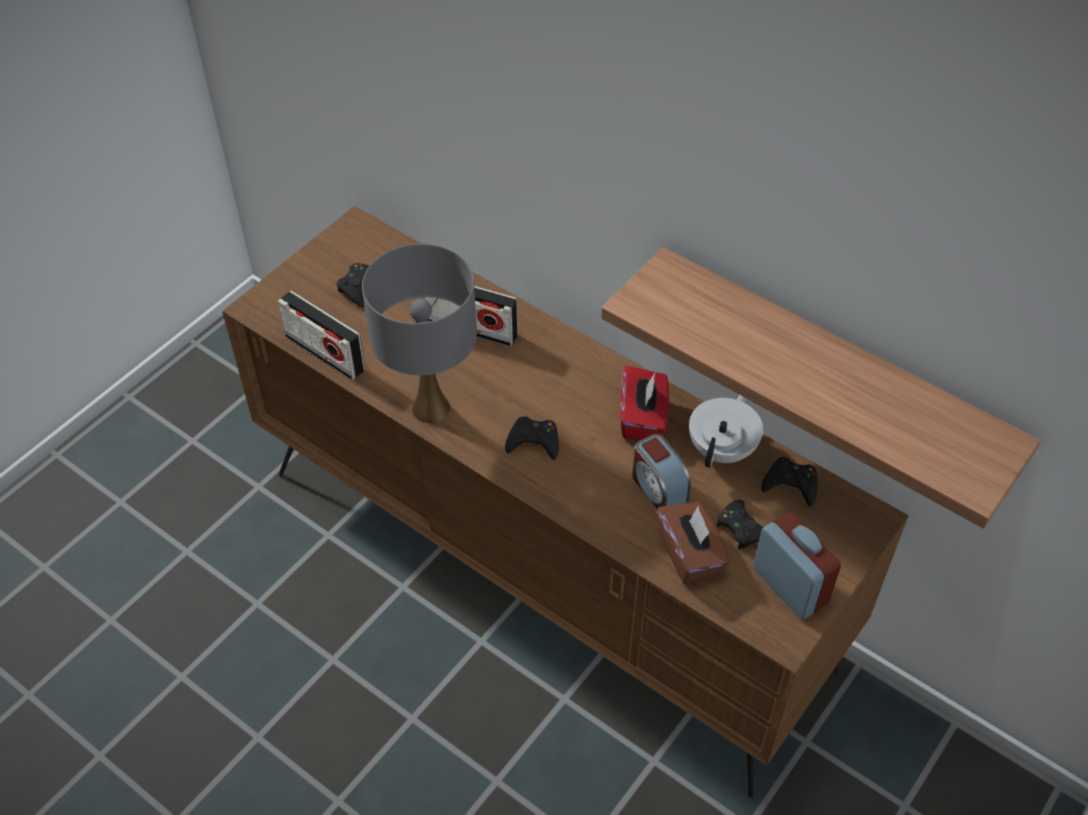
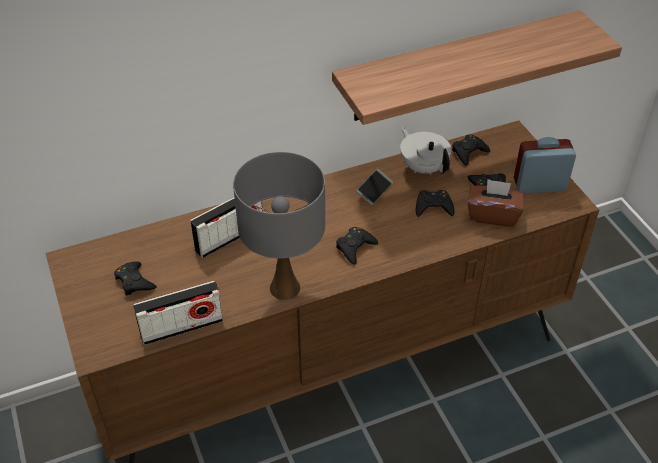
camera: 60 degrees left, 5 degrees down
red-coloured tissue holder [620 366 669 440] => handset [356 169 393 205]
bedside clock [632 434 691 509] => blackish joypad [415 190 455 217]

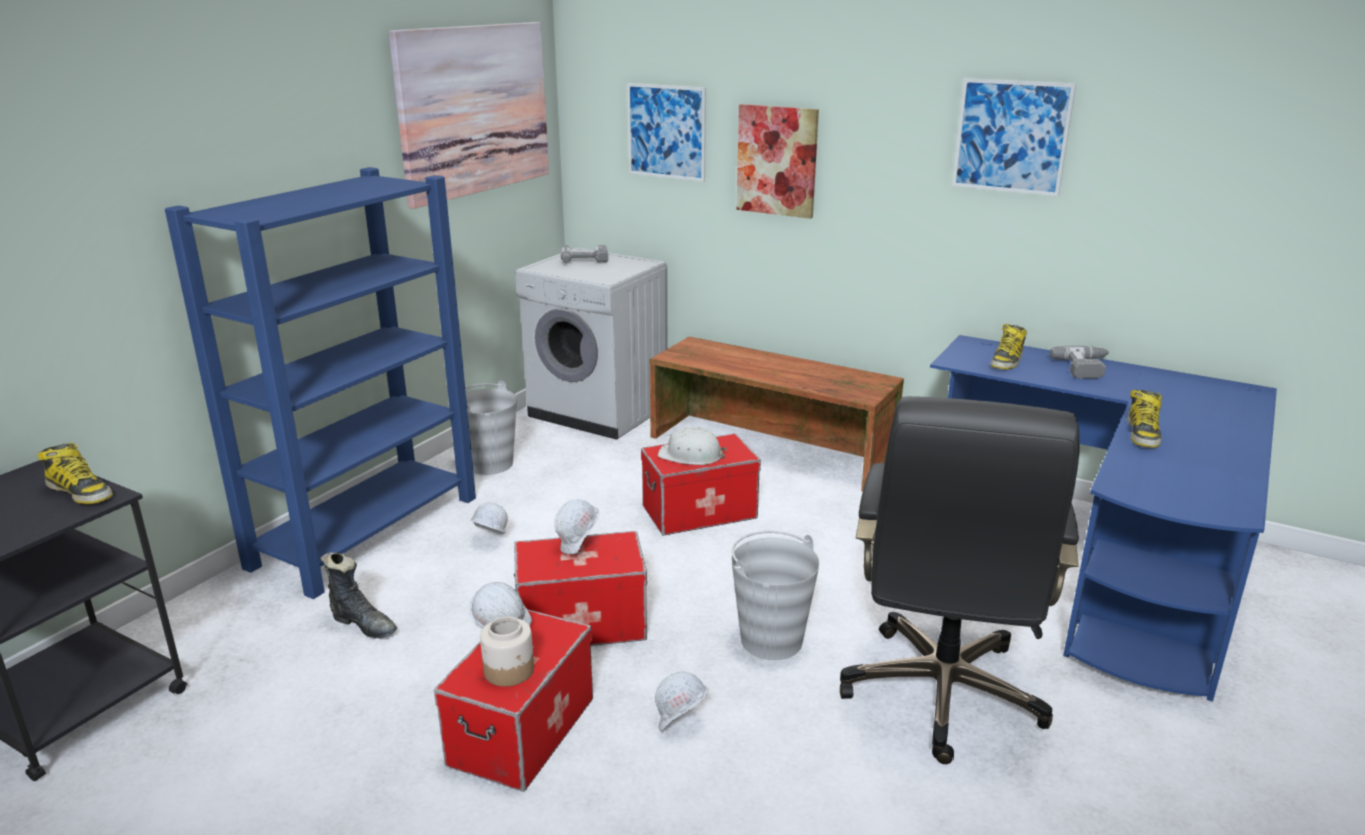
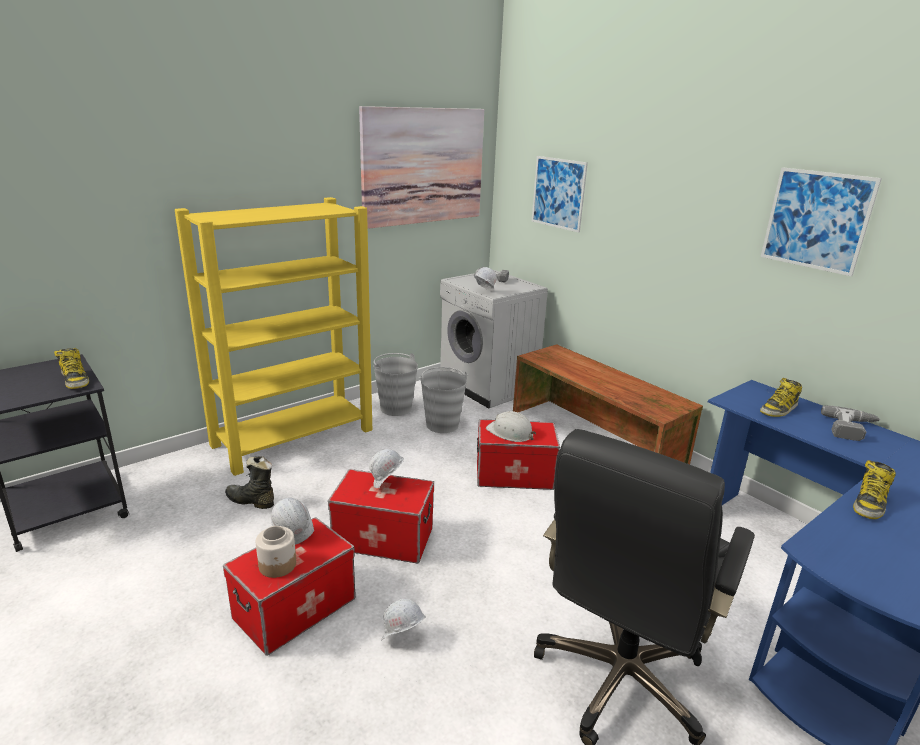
camera: 20 degrees right, 0 degrees up
wall art [737 104 819 219] => nothing
whitish work helmet [470 502 508 535] => whitish work helmet [474 267 497 292], moved
greyish pail [731 531 820 660] => greyish pail [418 367 468 433], moved
bluish bookcase [165 167 476 599] => yellow bookcase [175 197 372 476]
blackish tall boot [321 552 397 638] => blackish tall boot [225 456 274 509], 150 degrees clockwise

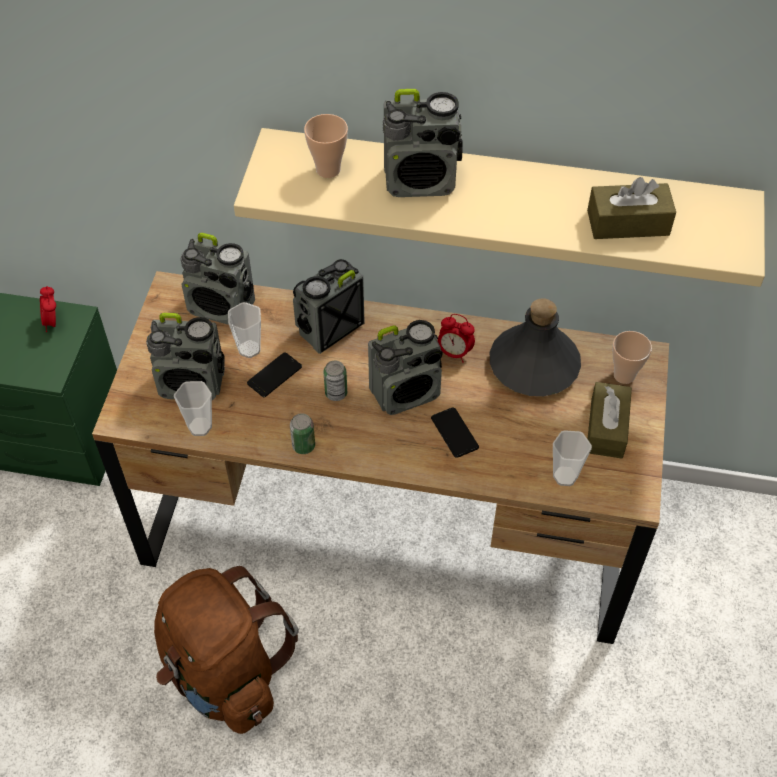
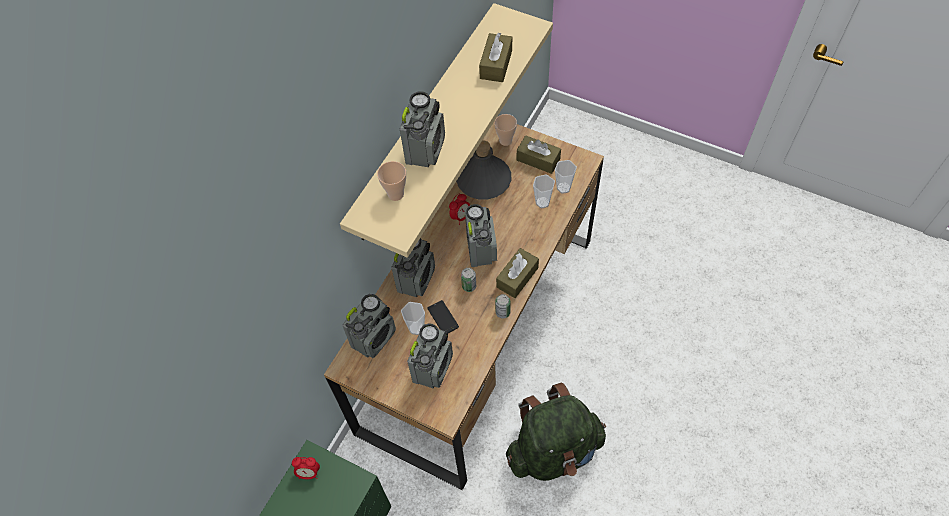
camera: 70 degrees left, 5 degrees up
handset [431 407 479 458] => nothing
nothing => brownish tissue holder [496 248 539 298]
small cup [174 381 212 436] => small cup [533 174 555 208], moved
brownish rucksack [154 566 299 734] => greenish rucksack [506 382 606 481]
radio receiver [293 259 364 354] => radio receiver [391 238 435 297], 135 degrees counterclockwise

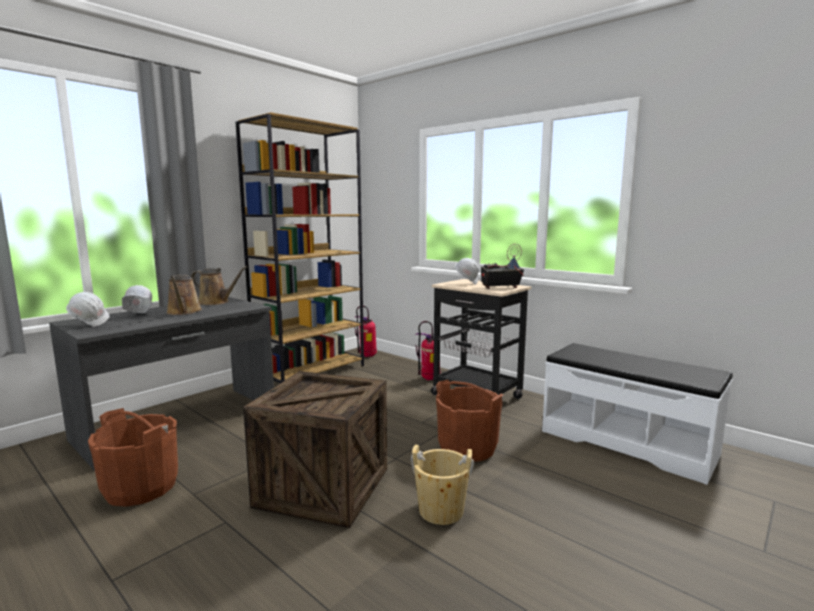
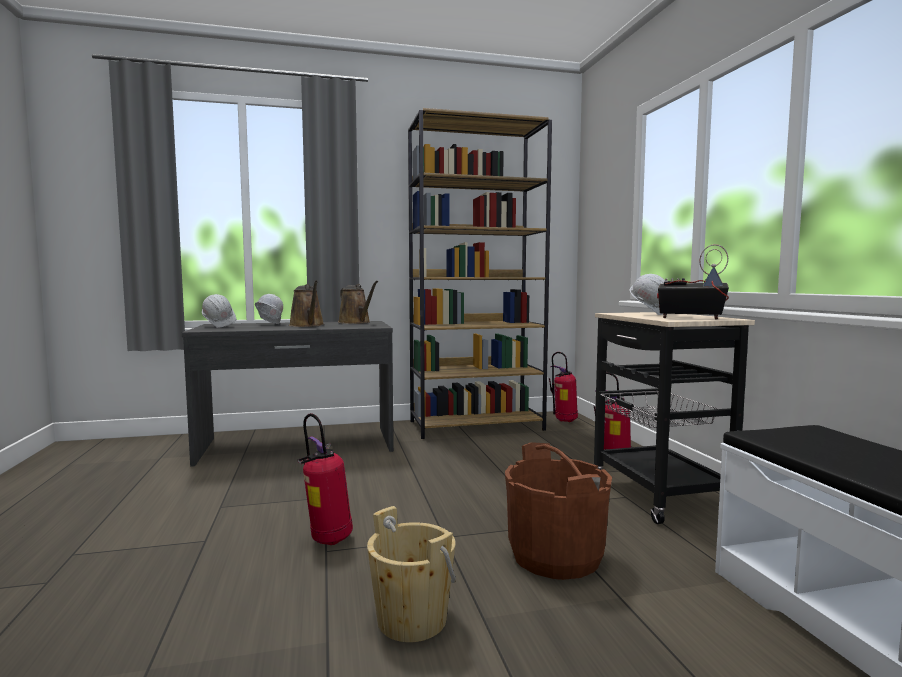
camera: 35 degrees right, 5 degrees down
brownish pail [88 408 178 507] => nothing
packing crate [243 371 387 528] => fire-fighting cylinder [298 413 353 545]
brownish watering can [166 274 202 315] => brownish watering can [289 281 324 327], 45 degrees counterclockwise

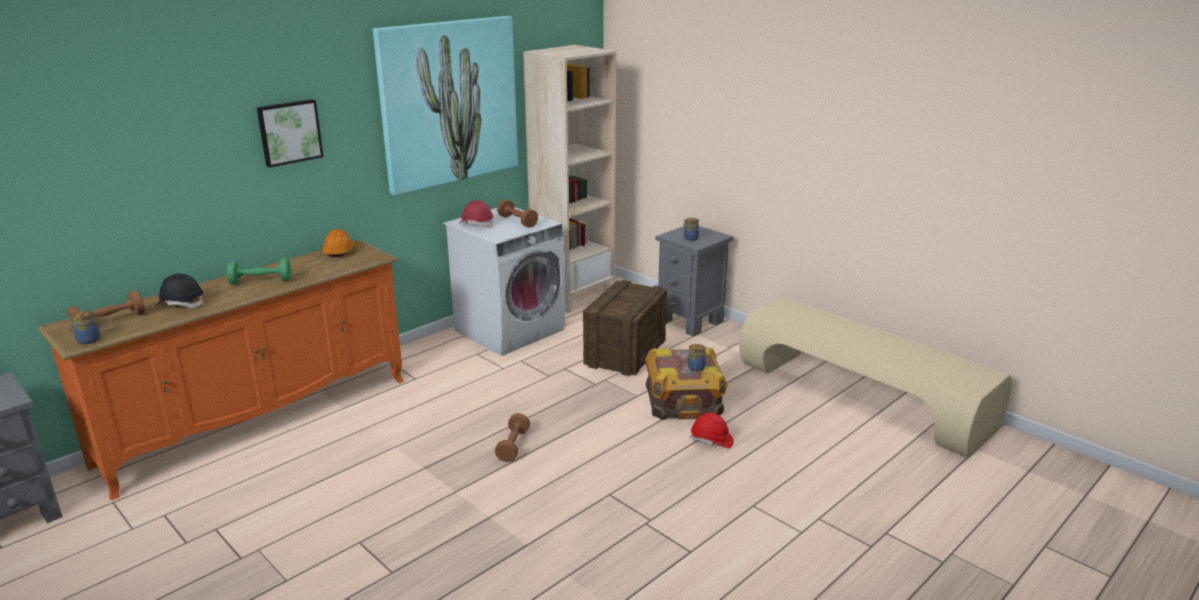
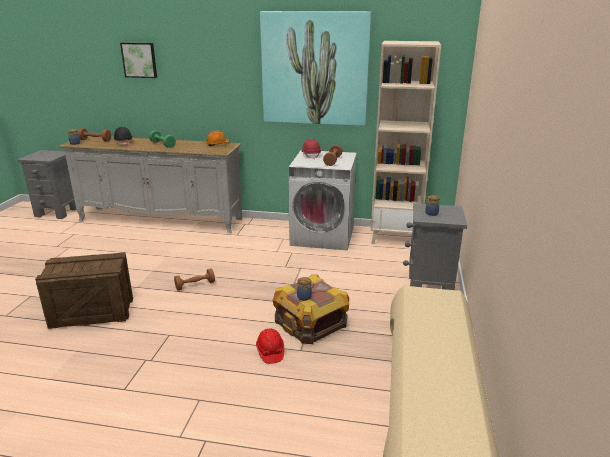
camera: 55 degrees right, 0 degrees up
wall art [257 99 324 168] => wall art [120 43 157 78], moved
packing crate [583 280 667 376] => packing crate [35 252 133 329], moved
orange-coloured cabinet [38 240 404 500] => greyish cabinet [58 136 242 234]

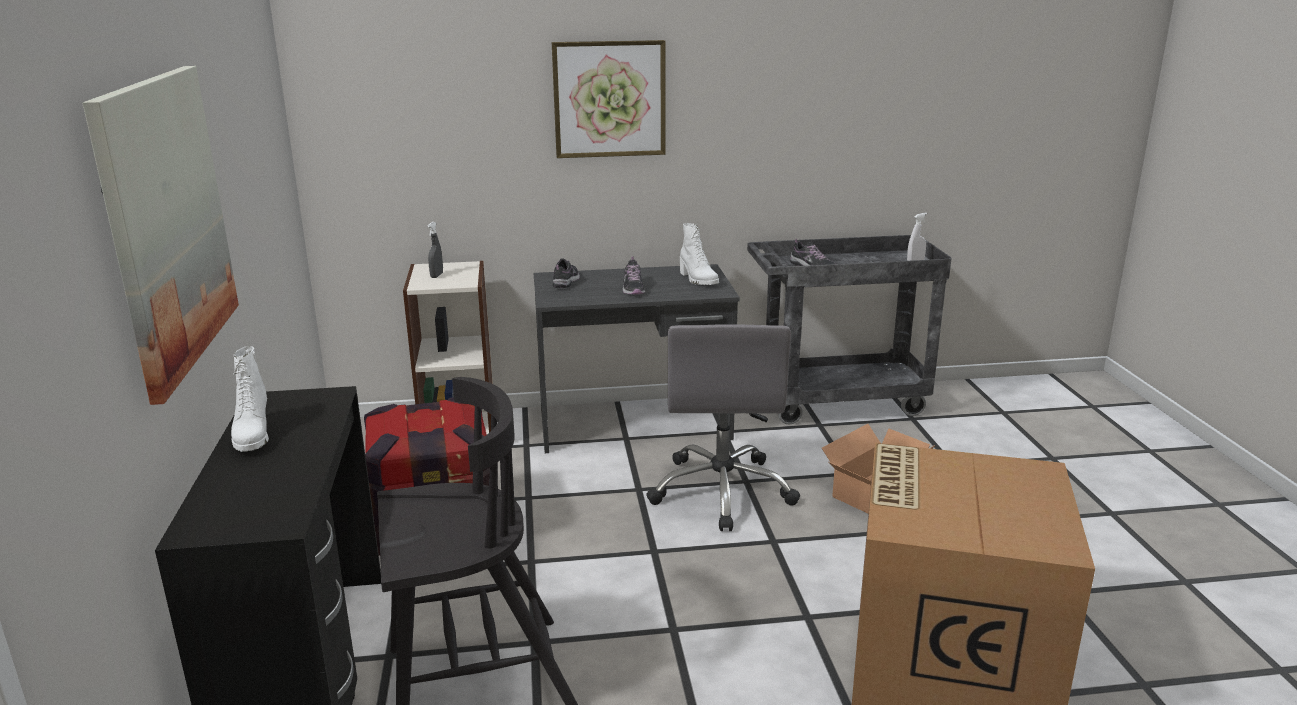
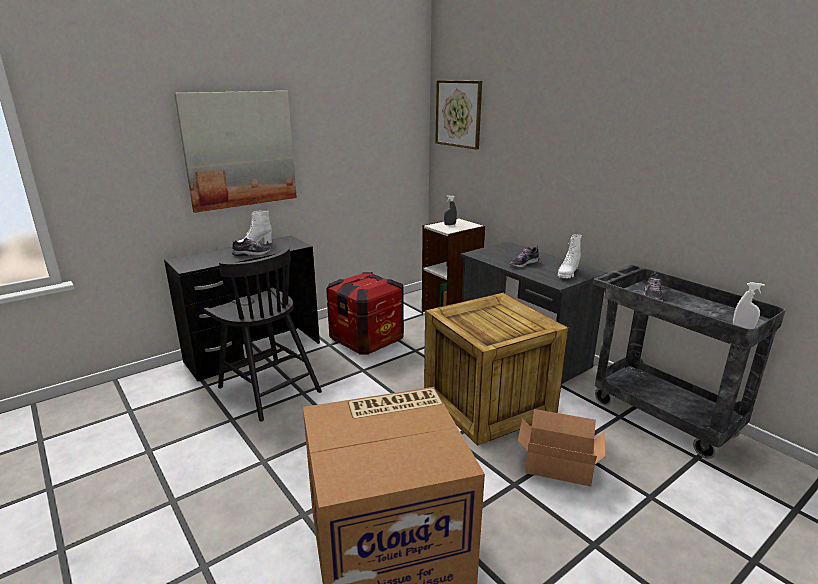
camera: 60 degrees right, 0 degrees up
wall art [552 40 665 158] => wall art [435 80 482 150], moved
shoe [553 258 580 288] => shoe [232 237 271 256], moved
greyish office chair [646 324 800 531] => packing crate [424 293 568 446]

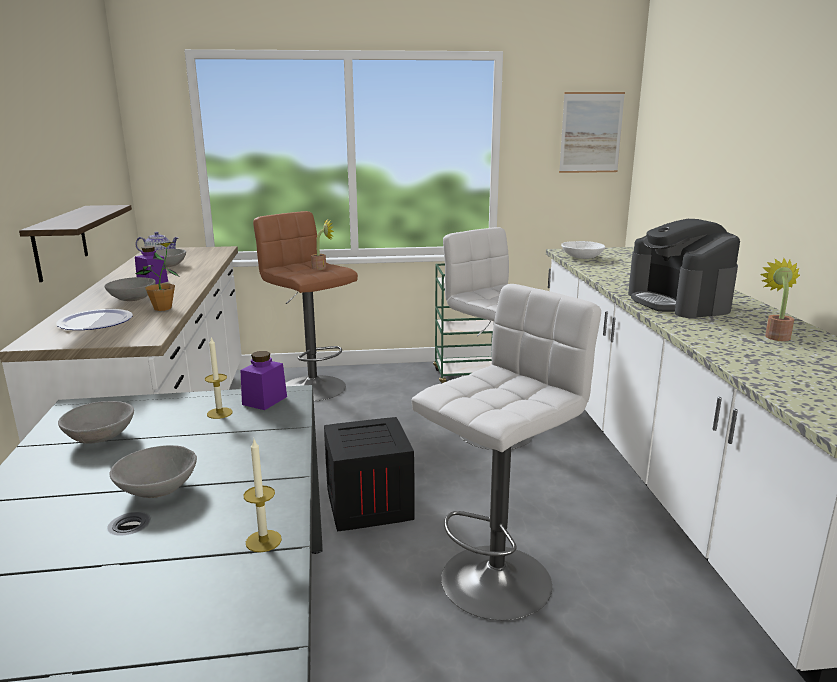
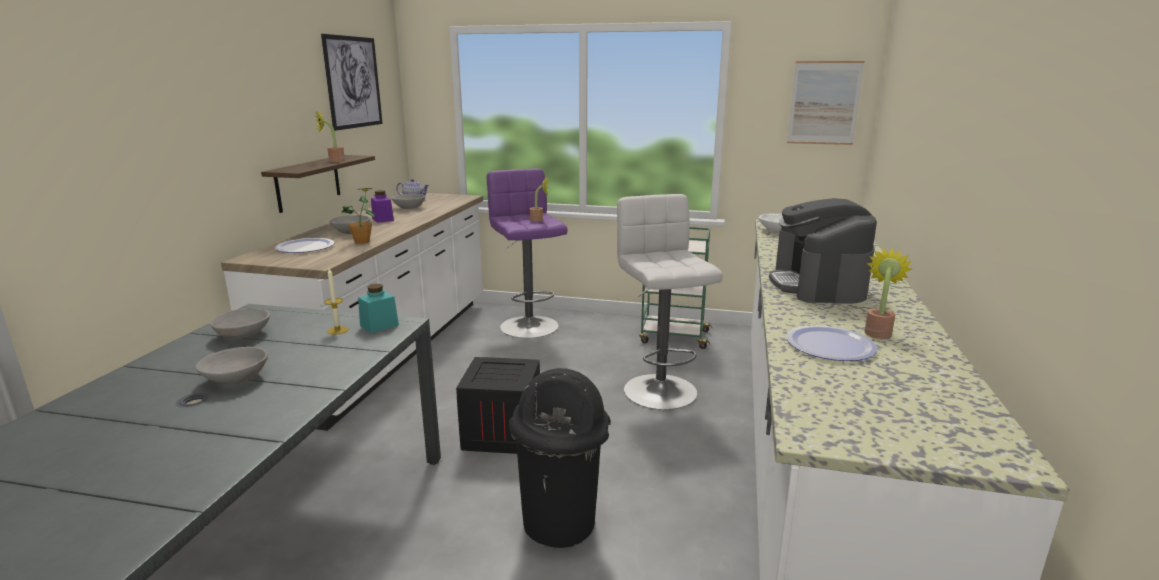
camera: 20 degrees right, 0 degrees up
candle [244 439 282 552] => nothing
nothing => plant in a pot [315 109 345 162]
nothing => wall art [321 34 383 131]
nothing => plate [786 325 878 361]
whitish sitting stool [411 284 601 620] => blackish trash can [509 368 611 548]
purplish jar [240 351 287 410] => turquoise jar [358 284 399 333]
brownish sitting stool [253 211 358 401] => purplish sitting stool [487 168 568 338]

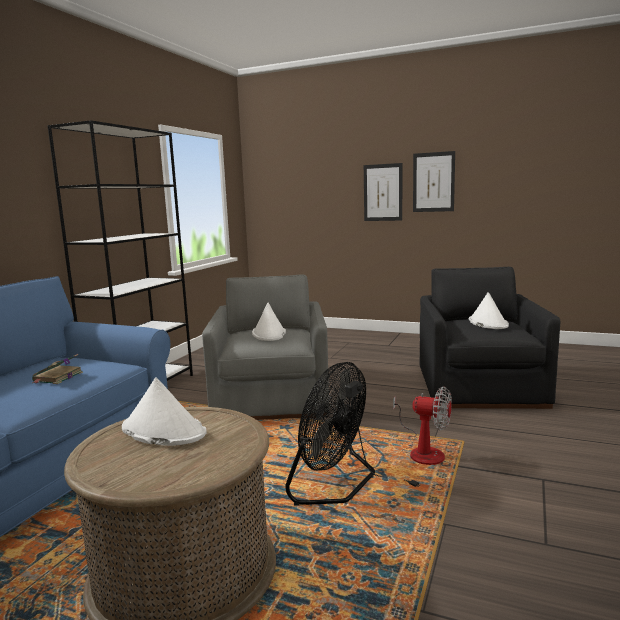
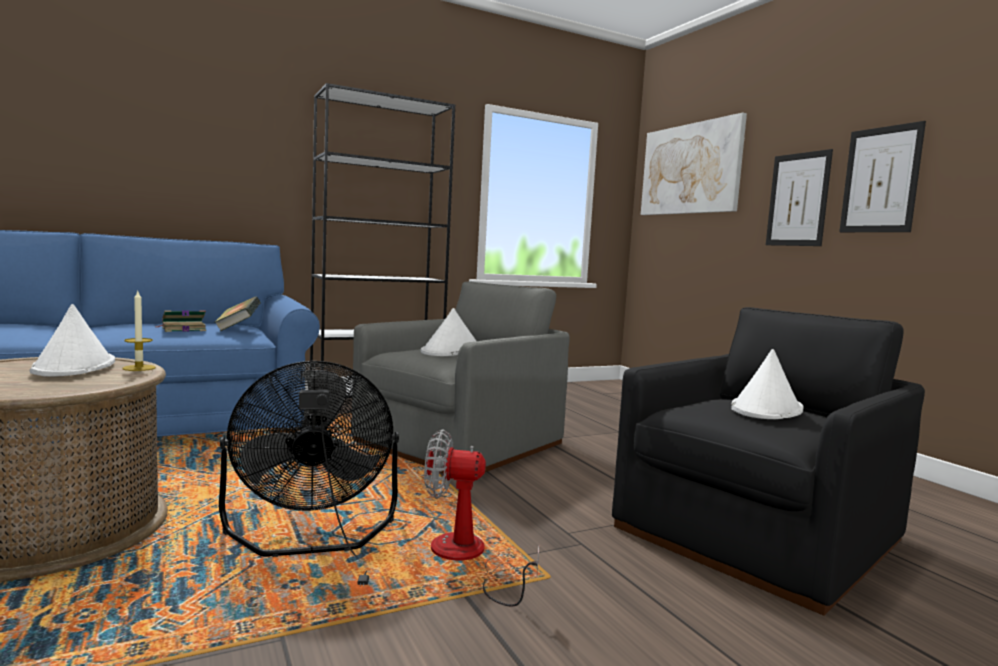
camera: 40 degrees right, 5 degrees down
nothing => candle [123 291 156 371]
nothing => bound book [214 297 261 331]
nothing => wall art [641 112 747 215]
fan [393 386 452 465] => fan [424 429 539 607], 120 degrees clockwise

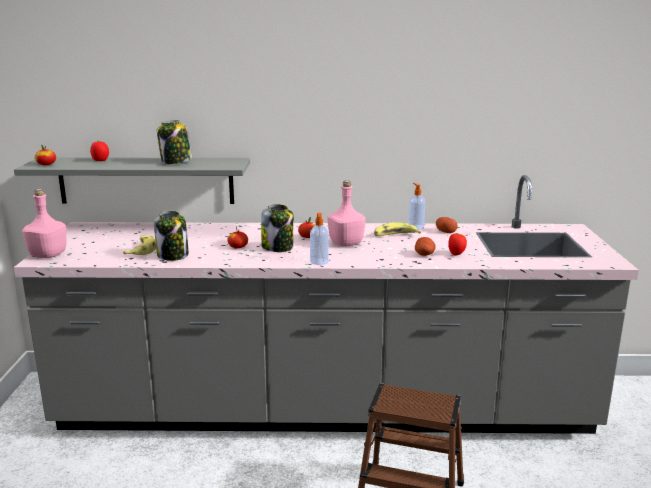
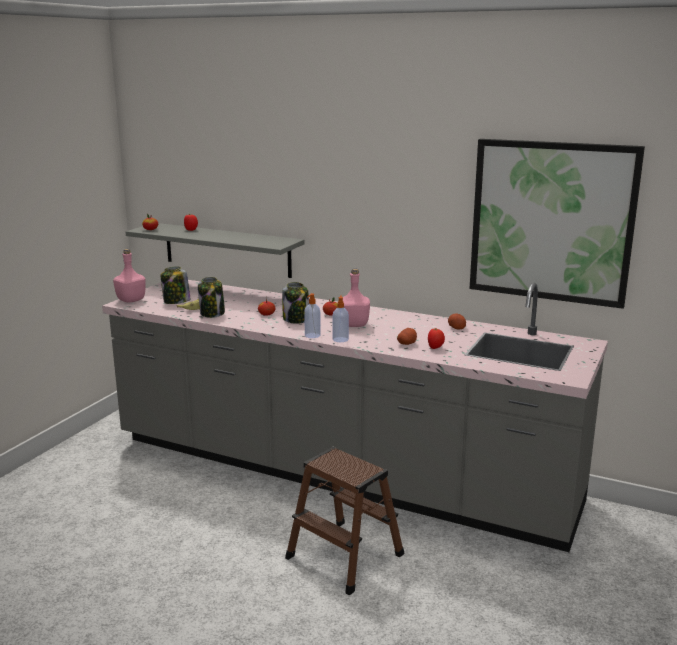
camera: 25 degrees right, 0 degrees up
whole banana [374 222 421 236] => nothing
nothing => wall art [470 139 645 309]
jar [157 120 192 164] => jar [160 267 190 304], moved
liquid soap bottle [409 183 425 229] => liquid soap bottle [333 295 349 342], moved

